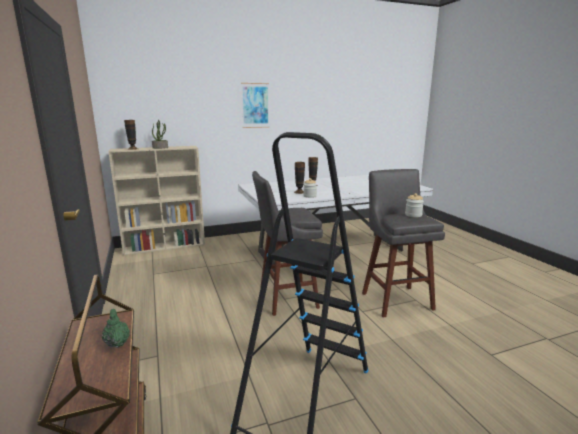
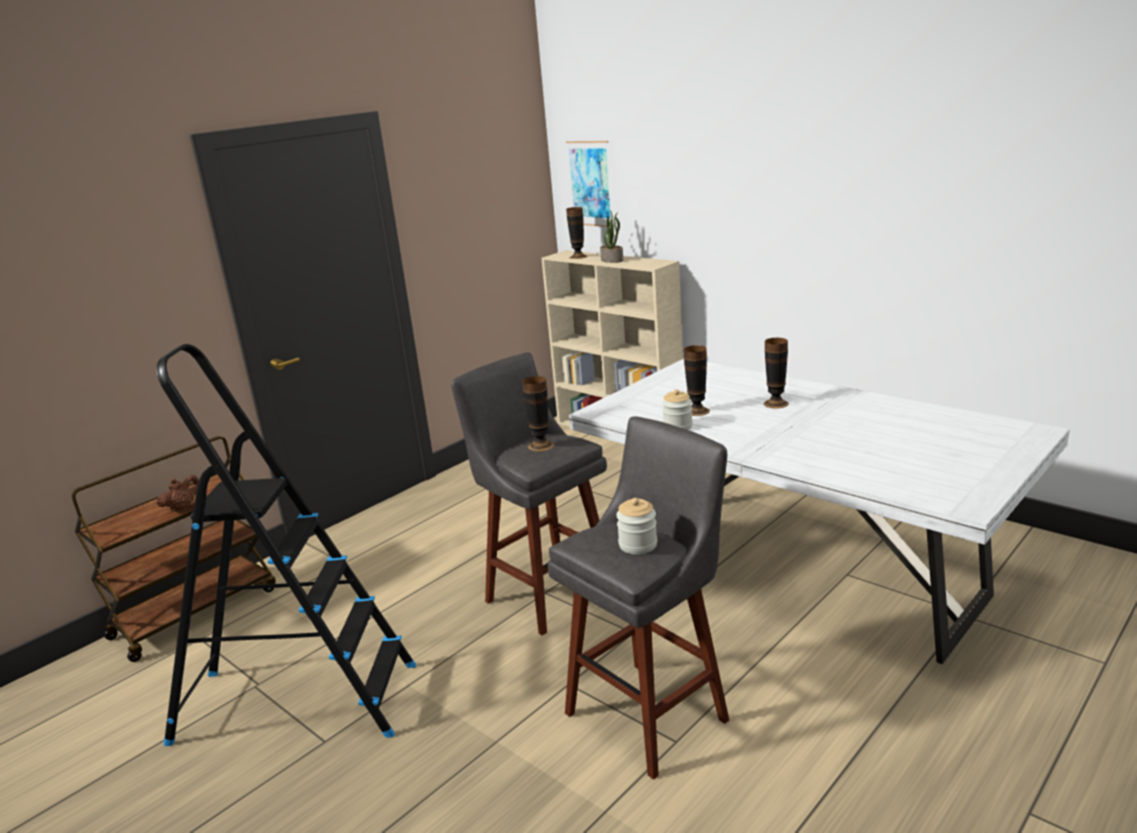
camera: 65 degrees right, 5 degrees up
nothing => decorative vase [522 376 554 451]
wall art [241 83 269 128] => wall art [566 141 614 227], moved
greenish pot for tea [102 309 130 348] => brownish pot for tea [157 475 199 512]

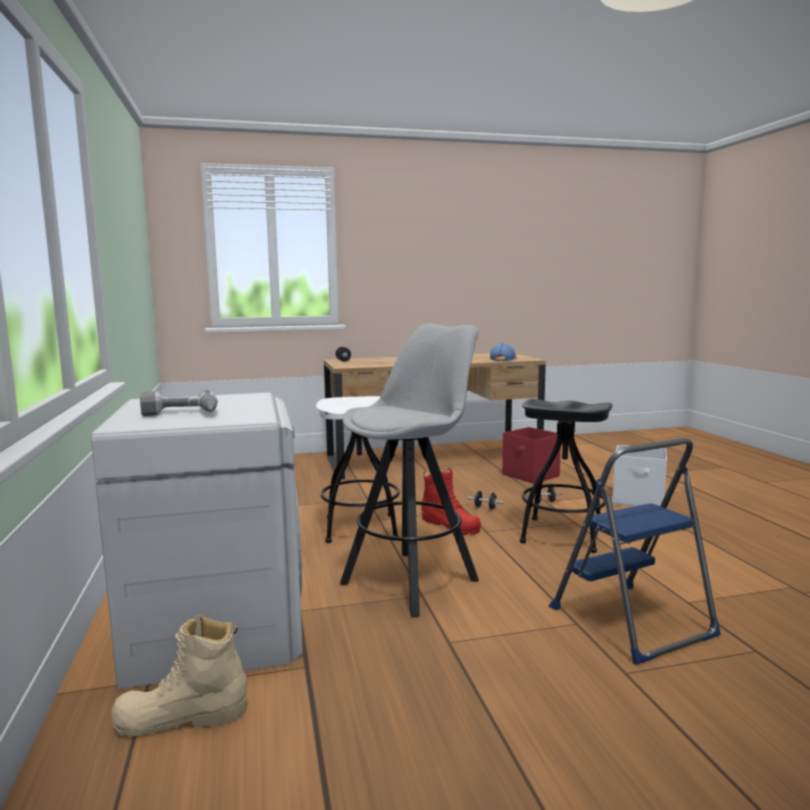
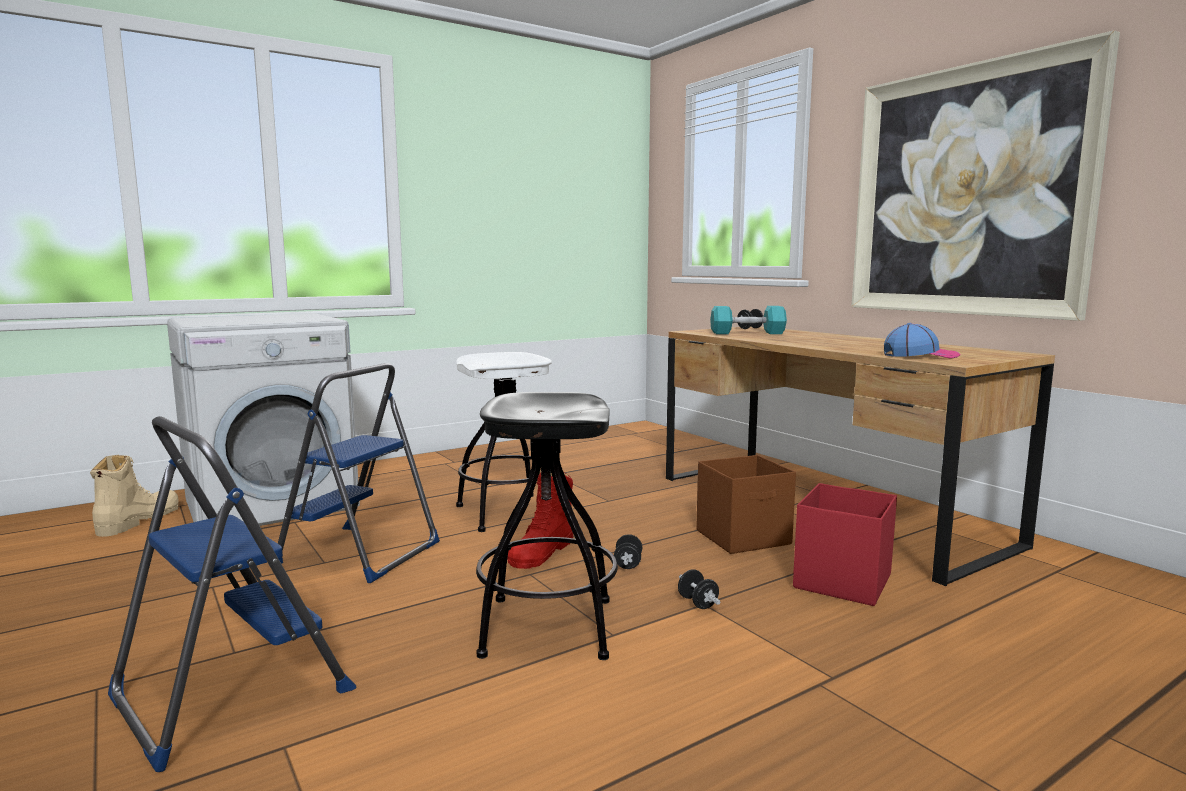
camera: 70 degrees right, 0 degrees up
electric drill [140 390 218 416] => nothing
whitish storage bin [612 445 667 506] => nothing
nothing => brownish storage bin [696 455 796 554]
nothing => turquoise hand weight [710 306 787 334]
nothing => wall art [851 30 1120 321]
greyish sitting stool [340 324 479 617] => bluish step ladder [278 363 440 583]
beige-coloured tall boot [111 615 247 737] => beige-coloured tall boot [90 455 179 537], 45 degrees clockwise

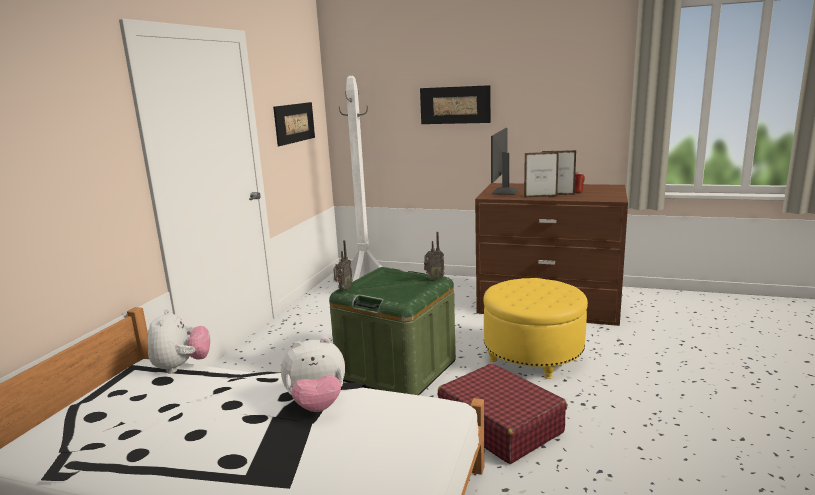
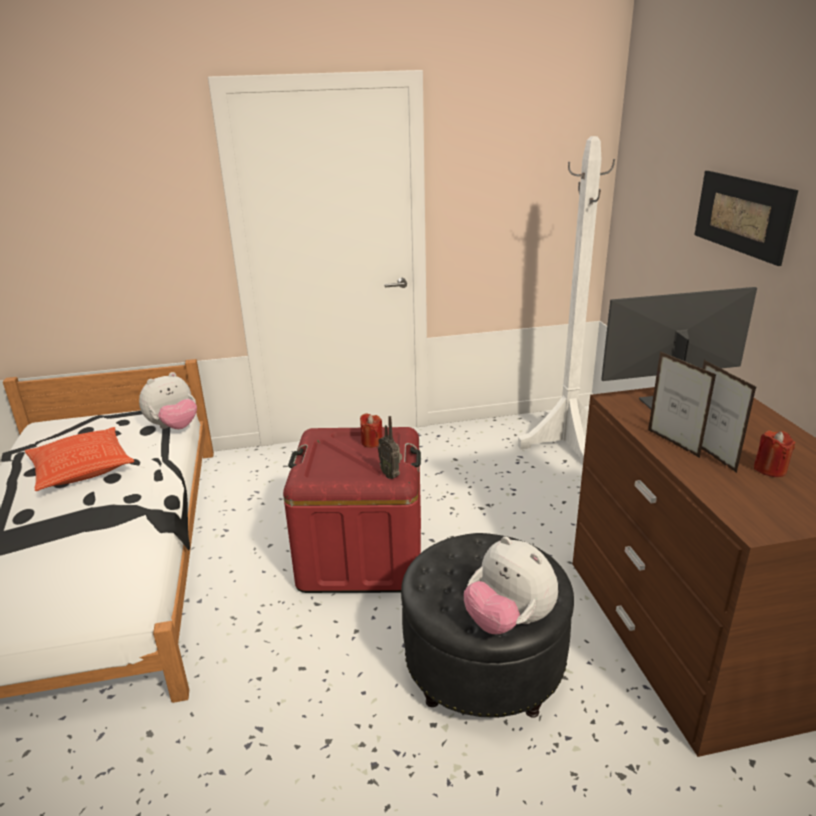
camera: 60 degrees right, 10 degrees up
wall art [273 102 315 146] => nothing
radio receiver [333 240 353 291] => nothing
red-coloured suitcase [438 363 567 464] => nothing
nothing => orange-coloured throw pillow [25 427 134 491]
nothing => red-coloured candle [360 413 383 448]
soft toy [281 337 345 412] => soft toy [464 536 558 634], moved
greenish storage bin [329 267 456 395] => red-coloured storage bin [283 427 421 593]
yellow footrest [483 278 588 379] => blackish footrest [401 533 574 718]

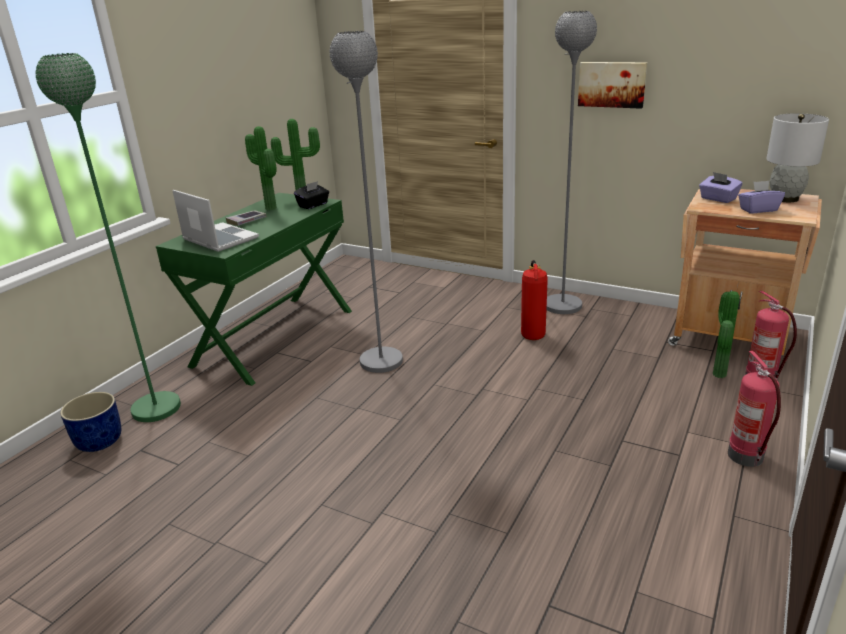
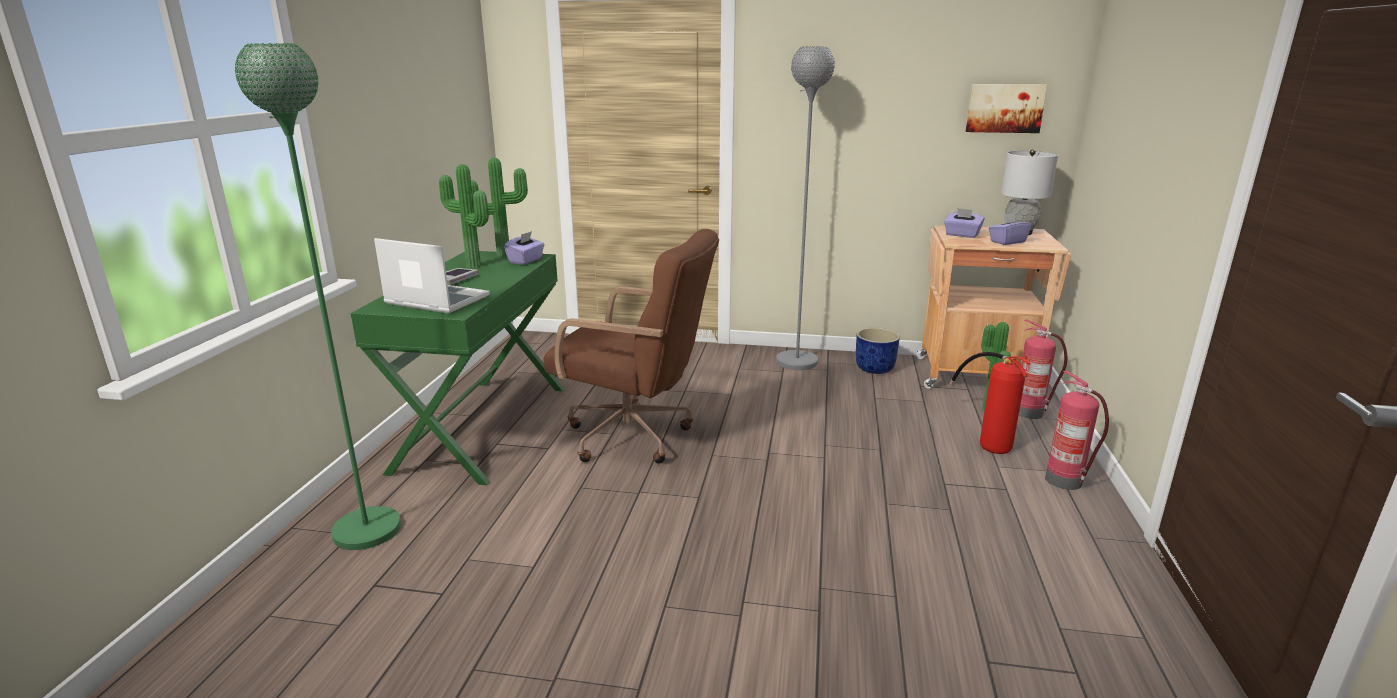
camera: 20 degrees left, 5 degrees down
bluish plant pot [60 392 121 452] => bluish plant pot [856 328 900 374], moved
fire-fighting cylinder [521 260 548 340] => fire-fighting cylinder [949 352 1031 454], moved
wall art [578 62 647 109] => wall art [966 84 1047 133], moved
greyish standard lamp [330 31 403 373] => brownish office chair [544 229 719 464]
blackish tissue holder [294 181 329 209] => purplish tissue holder [504 231 545 265]

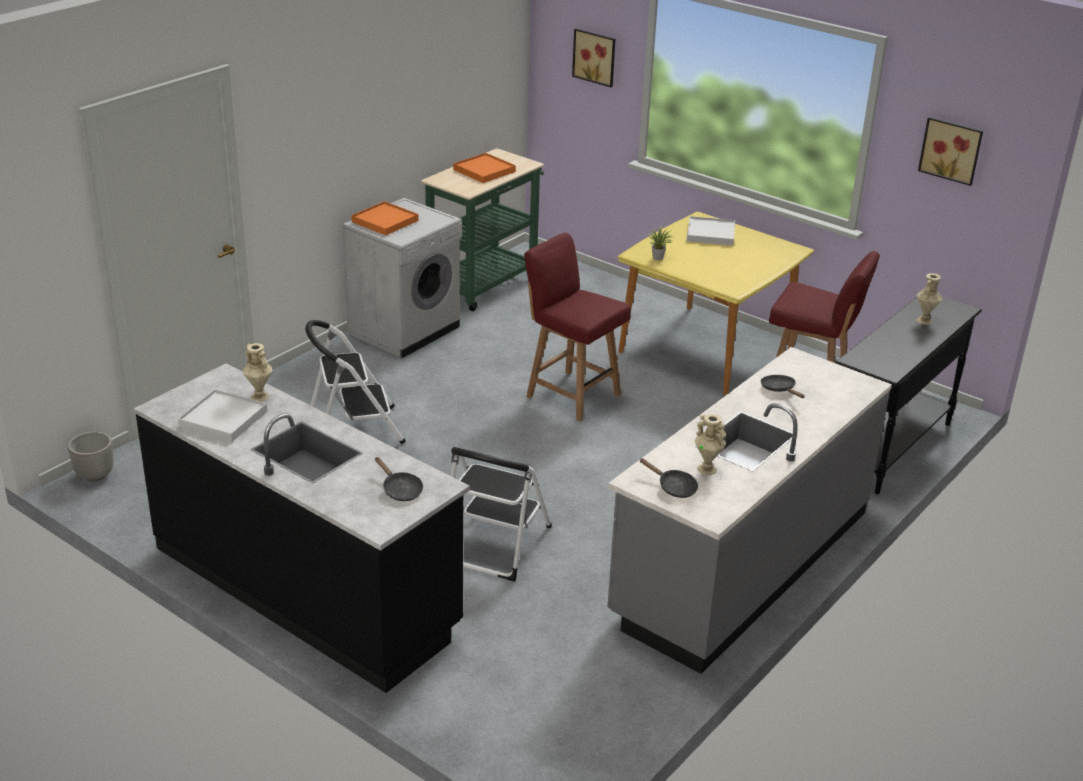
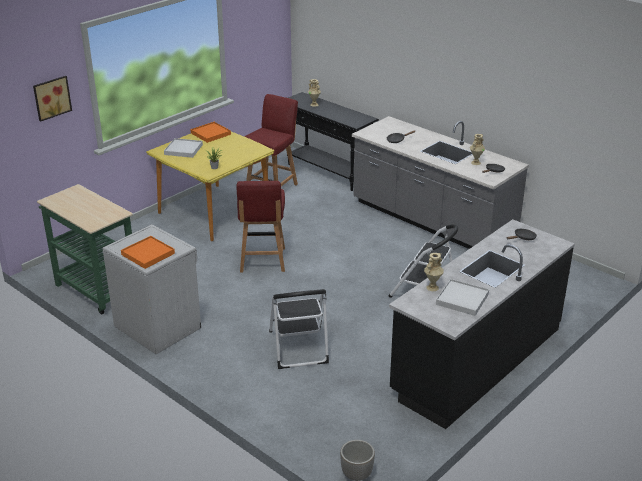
camera: 85 degrees left, 0 degrees up
wall art [918 117 983 186] => nothing
orange-coloured carrying tray [453 153 516 183] => orange-coloured carrying tray [190 122 231 143], moved
red-coloured chair [524 233 631 422] => red-coloured chair [236 181 285 273], 45 degrees counterclockwise

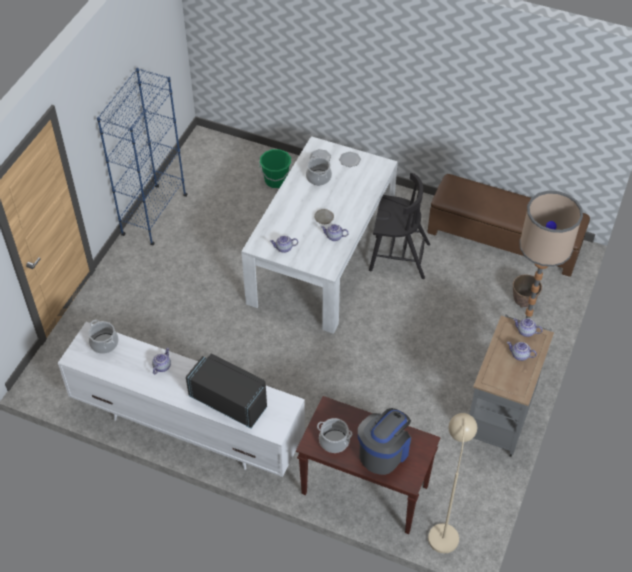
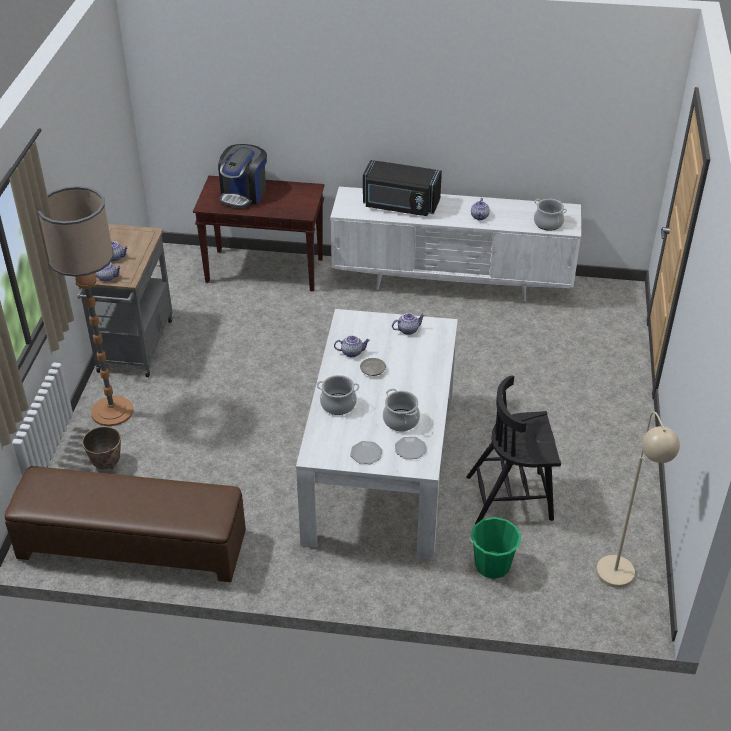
camera: 165 degrees right, 10 degrees down
bluish bookcase [97 68 188 245] => nothing
saucepot [317 418 352 453] => saucepot [317 375 359 415], moved
blackish chair [369 173 430 279] => blackish chair [466 376 561 524], moved
beige-coloured standard lamp [428 413 477 553] => beige-coloured standard lamp [596 411 680 588], moved

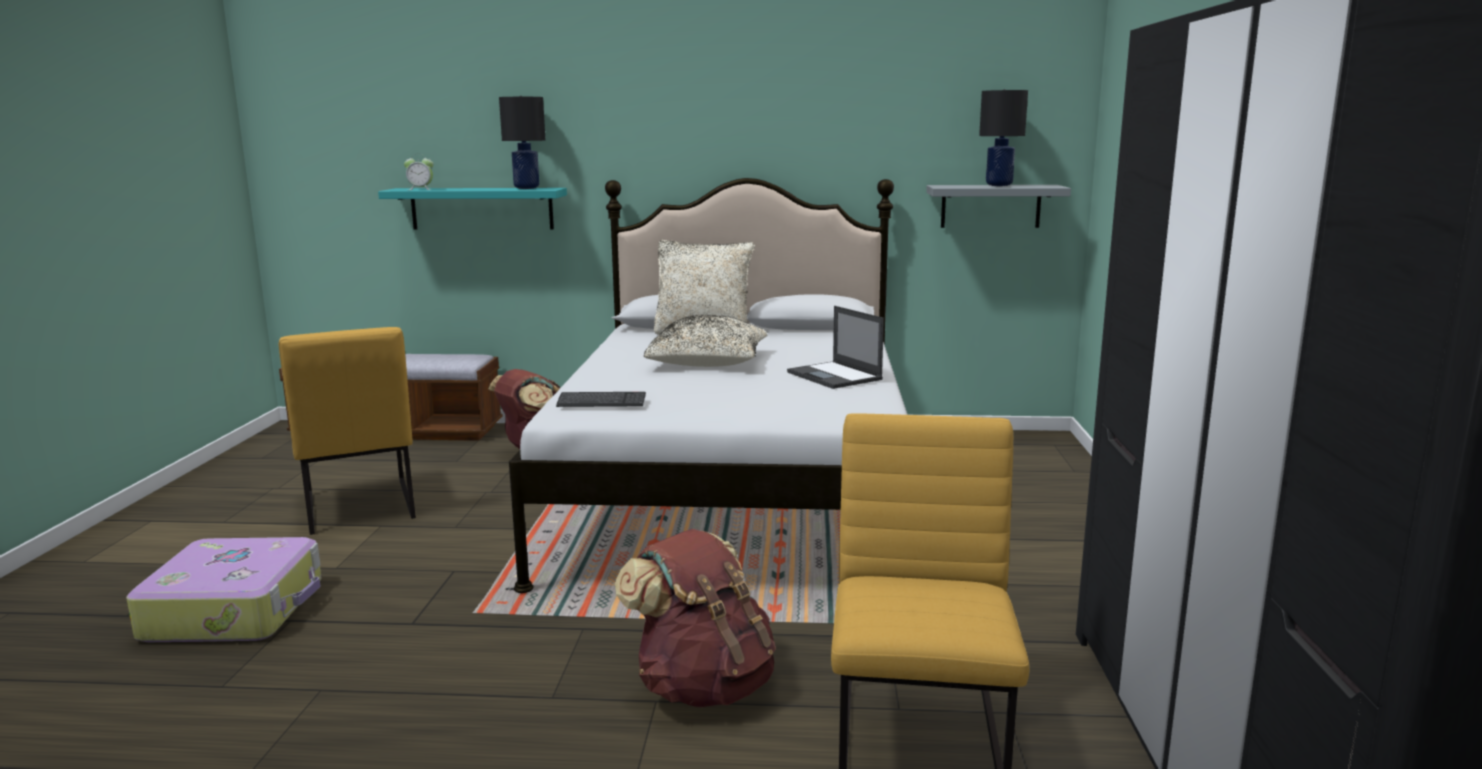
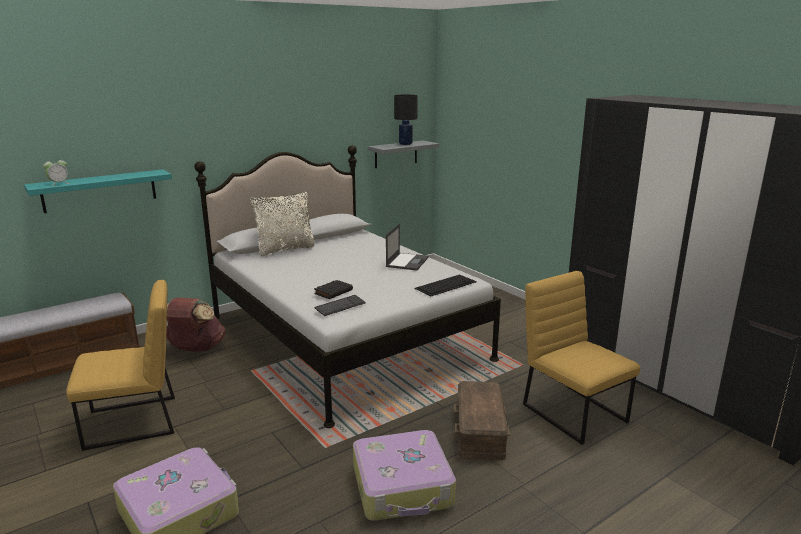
camera: 40 degrees left, 5 degrees up
blackish lamp for a table [499 96 545 189] => nothing
beige-coloured throw pillow [644 314 768 367] => nothing
nothing => blackish bound book [314 280 353 299]
nothing => suitcase [353 430 456 521]
nothing => computer keyboard [414 275 477 296]
brownish rucksack [615 529 776 707] => brownish storage bin [454 381 510 460]
yellow chair [279 327 416 535] => yellow chair [66 280 175 451], 45 degrees counterclockwise
notebook computer [787 306 884 389] => notebook computer [386 224 429 270], 90 degrees counterclockwise

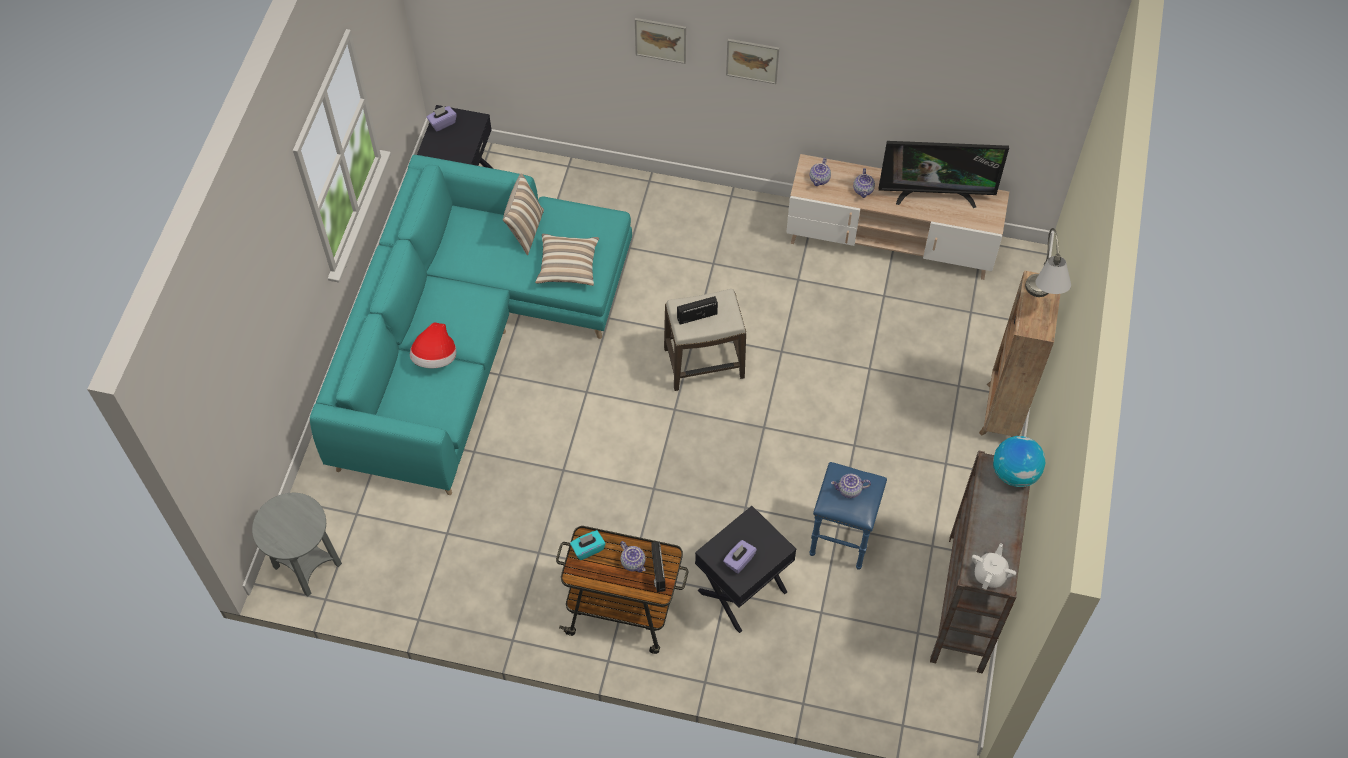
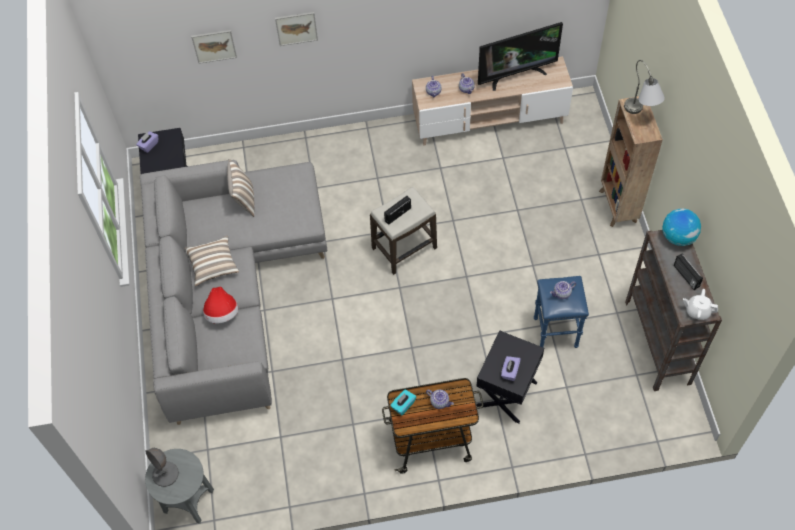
camera: 20 degrees left, 0 degrees up
nothing => greyish lamp for a table [145 448 179 487]
throw pillow [535 234 599 286] => throw pillow [184 235 239 286], moved
radio receiver [651 542 665 592] => radio receiver [674 253 703 290], moved
wall art [726 39 779 84] => wall art [191 30 237 64], moved
turquoise couch [310 155 632 495] => greyish couch [140 160 327 425]
whitish pot for tea [972 543 1016 590] => whitish pot for tea [683 289 718 320], 75 degrees counterclockwise

